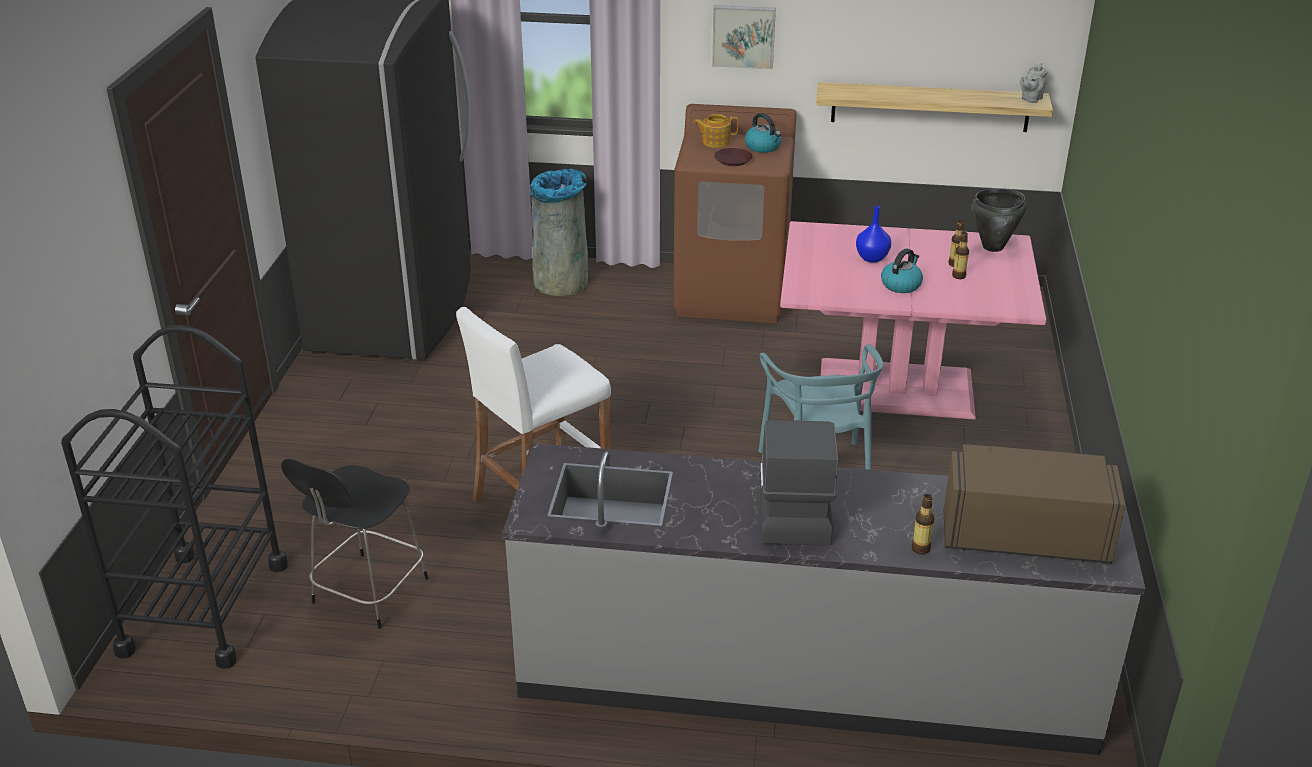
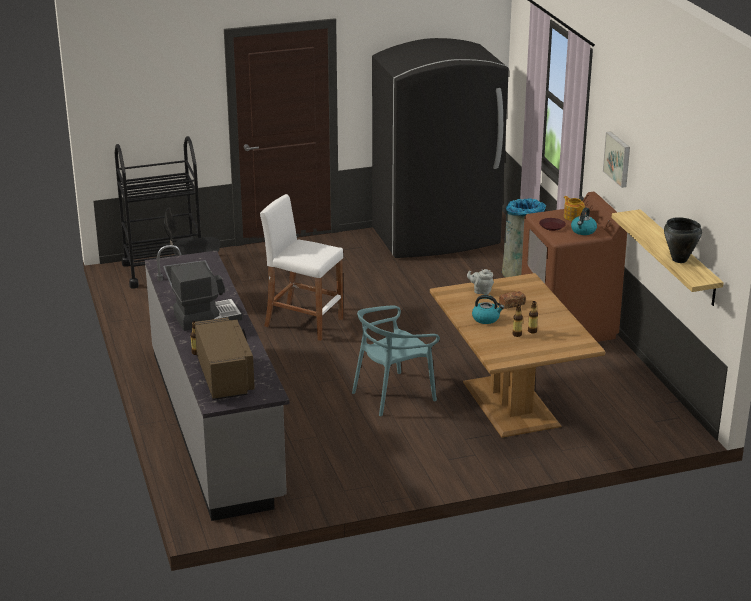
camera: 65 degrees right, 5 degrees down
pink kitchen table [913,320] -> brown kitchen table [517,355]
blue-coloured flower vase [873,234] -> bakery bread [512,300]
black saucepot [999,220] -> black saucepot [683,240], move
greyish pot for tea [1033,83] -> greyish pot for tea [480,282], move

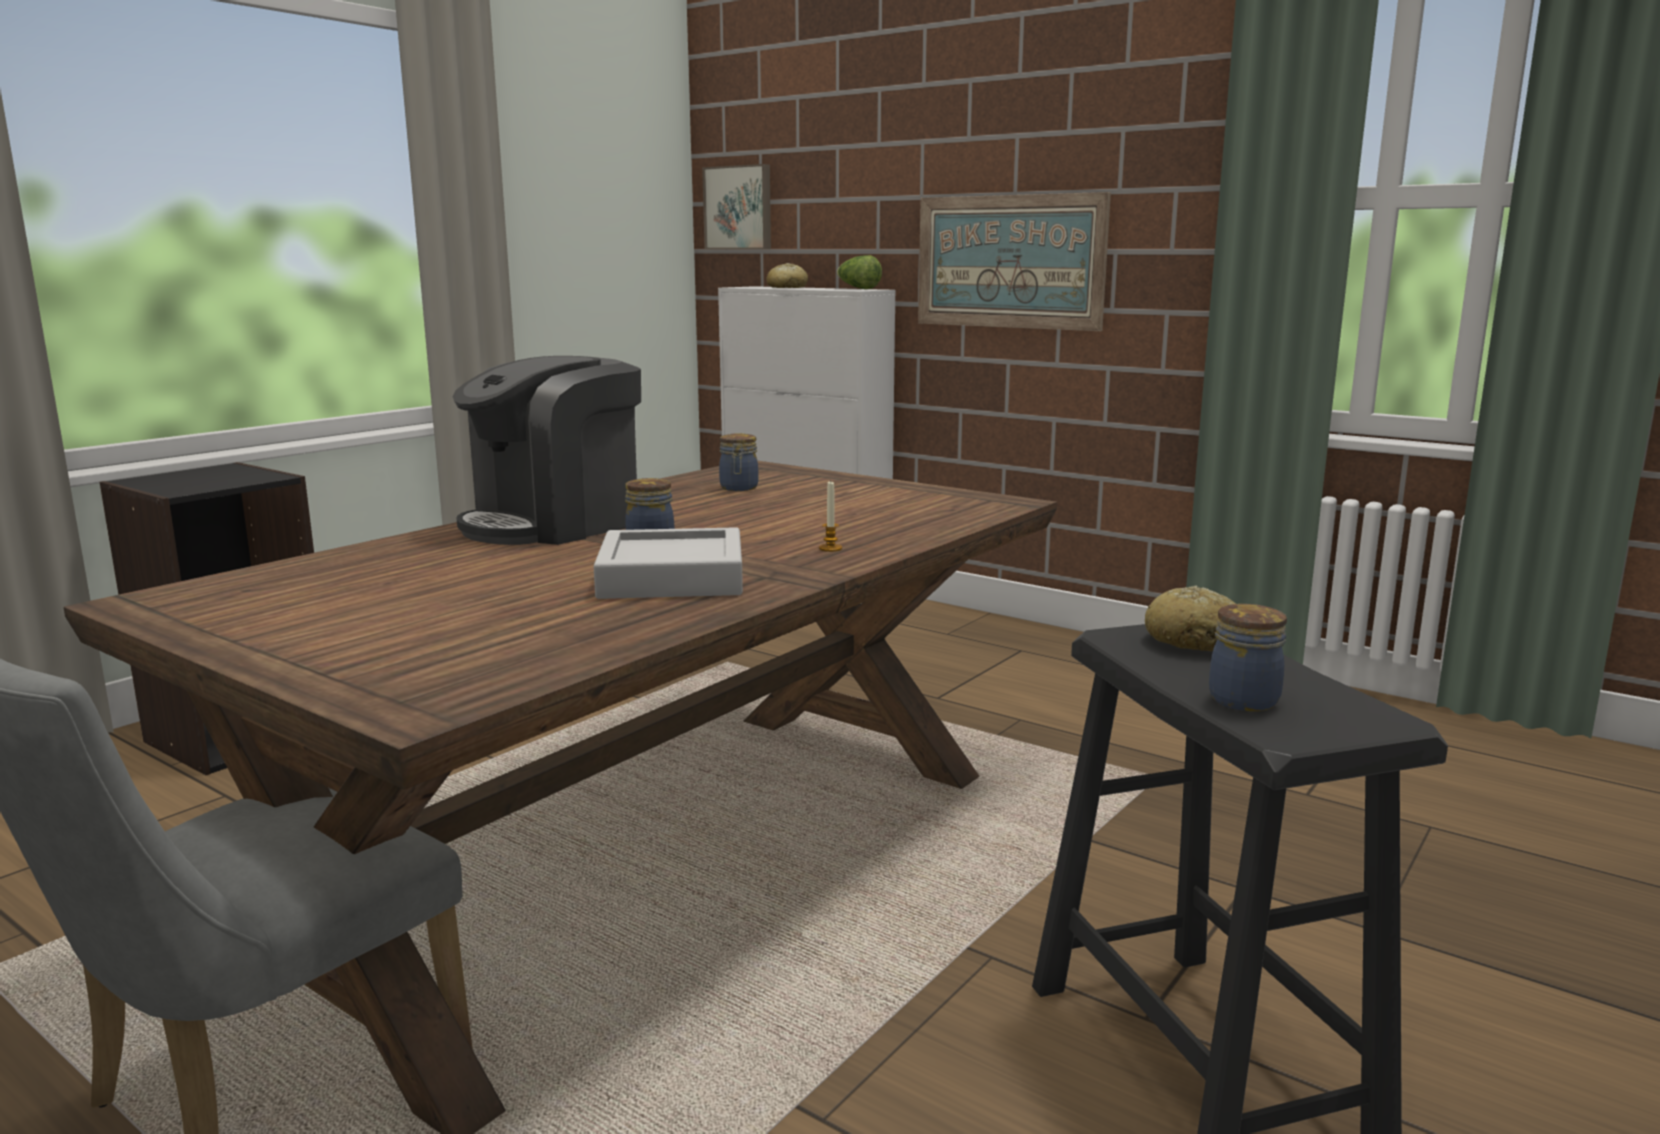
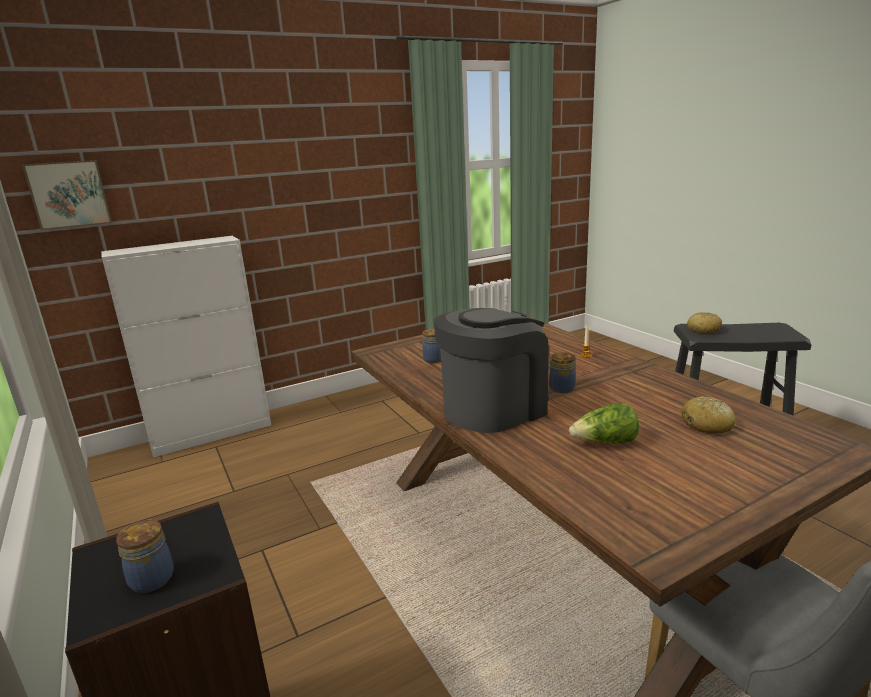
camera: 65 degrees left, 5 degrees up
coffee maker [546,450] -> coffee maker [491,370], 105 degrees counterclockwise
greyish carrying tray [668,563] -> none
bakery bread [787,275] -> bakery bread [708,414], move
lettuce [859,272] -> lettuce [604,423], move
wall art [1014,261] -> none
jar [1248,657] -> jar [145,556], move

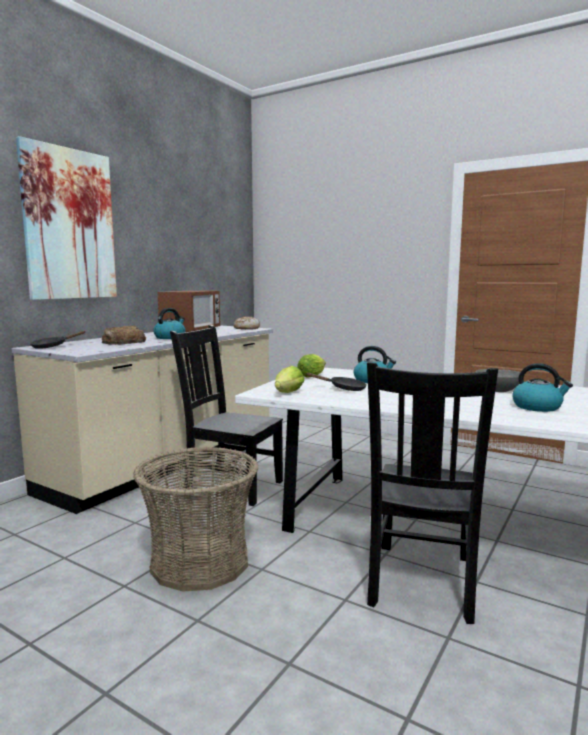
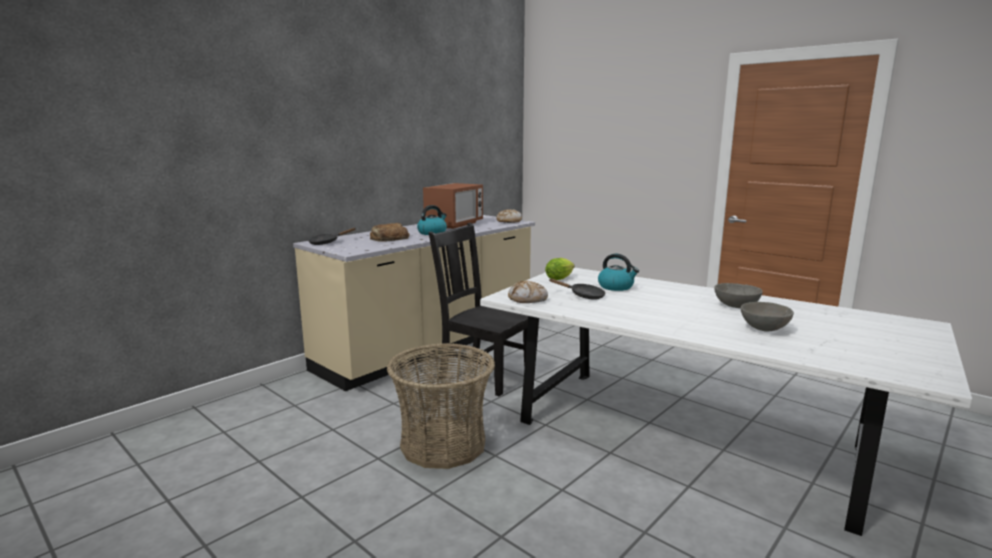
camera: 10 degrees right, 5 degrees up
wall art [66,218] -> none
lettuce [290,379] -> bakery bread [528,292]
black upright chair [432,493] -> none
water kettle [542,387] -> greyish bowl [767,317]

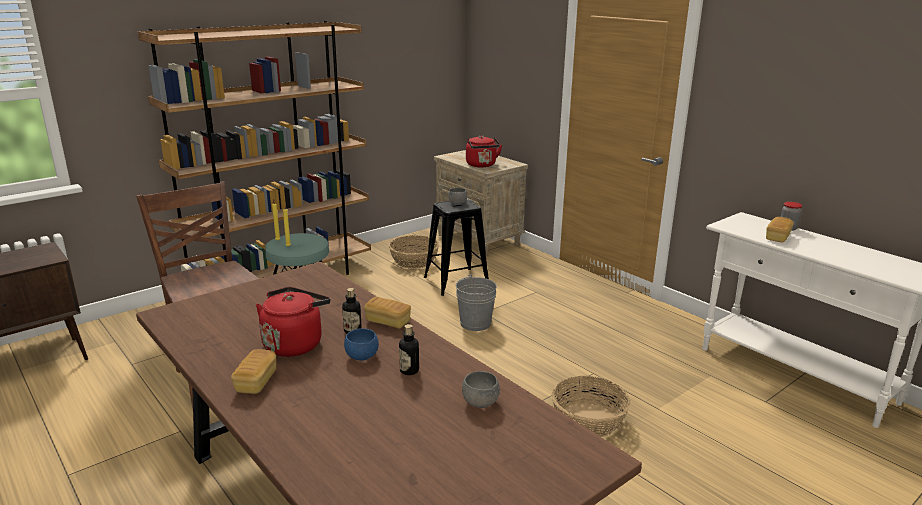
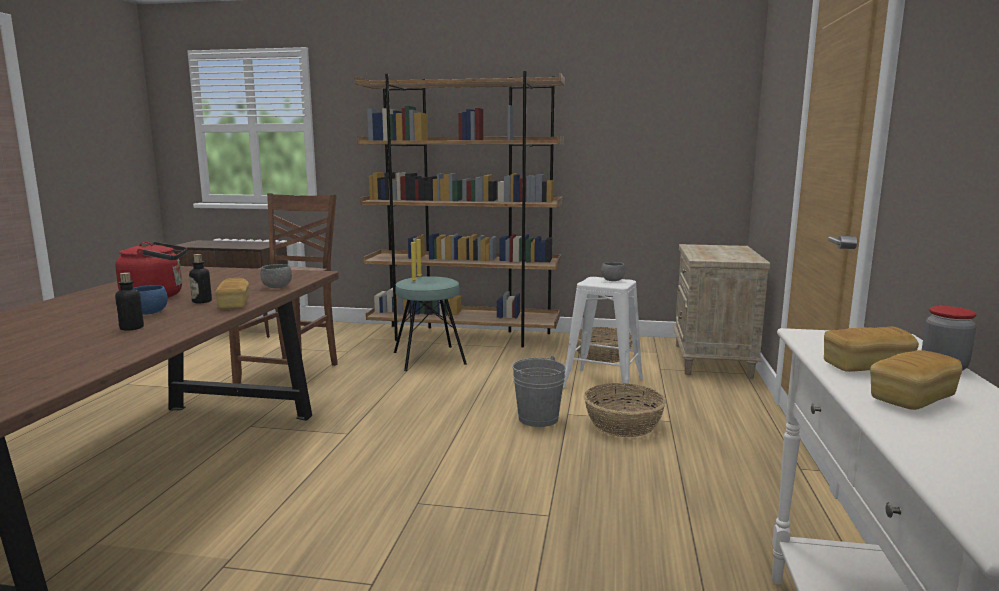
camera: 50 degrees right, 10 degrees down
bakery bread [253,371] -> bakery bread [916,380], move
black sitting stool [456,247] -> white-coloured sitting stool [603,335]
greyish bowl [481,389] -> greyish bowl [276,276], move
red water kettle [484,151] -> none
household basket [591,406] -> household basket [625,410], move

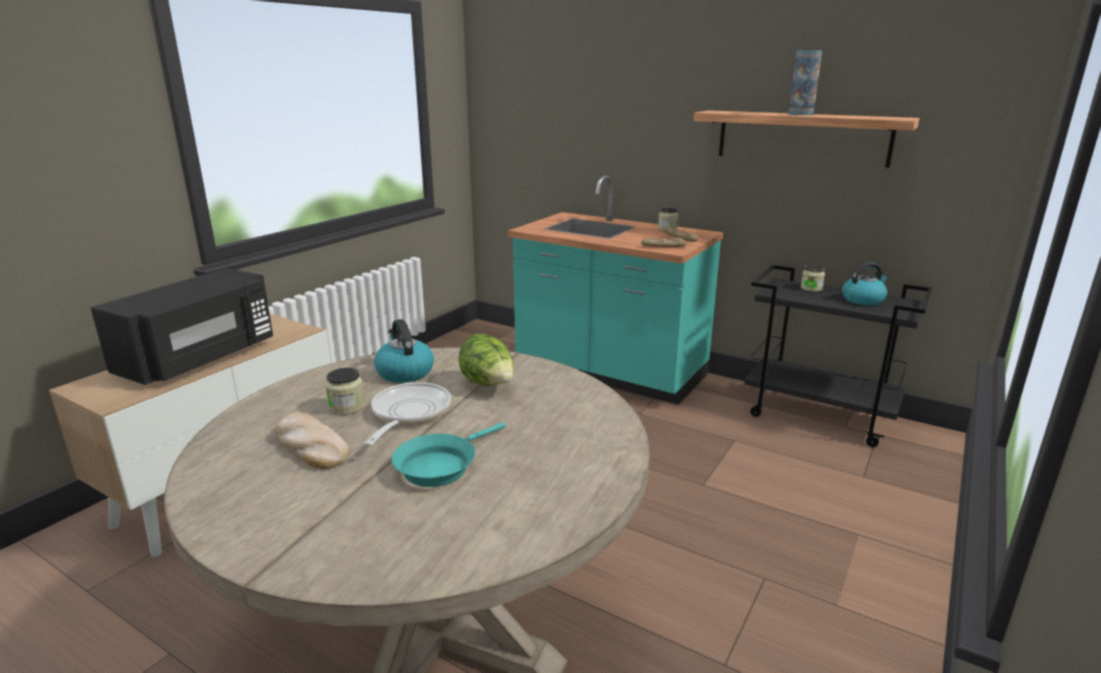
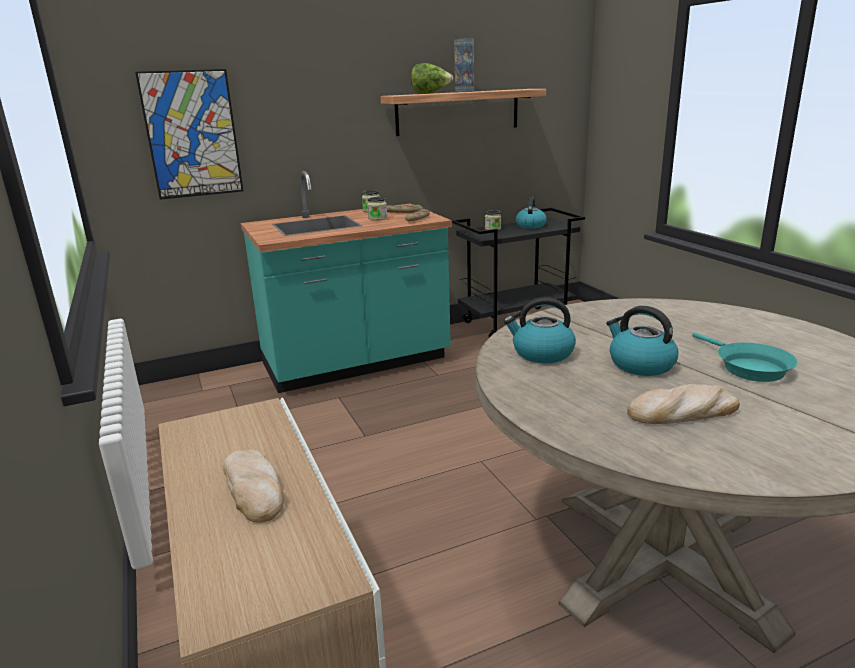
camera: 55 degrees left, 0 degrees up
black microwave oven [182,326] -> bakery bread [253,486]
jar [345,391] -> jar [377,209], move
frying pan [408,414] -> water kettle [642,341]
lettuce [486,360] -> lettuce [432,78], move
none -> wall art [189,134]

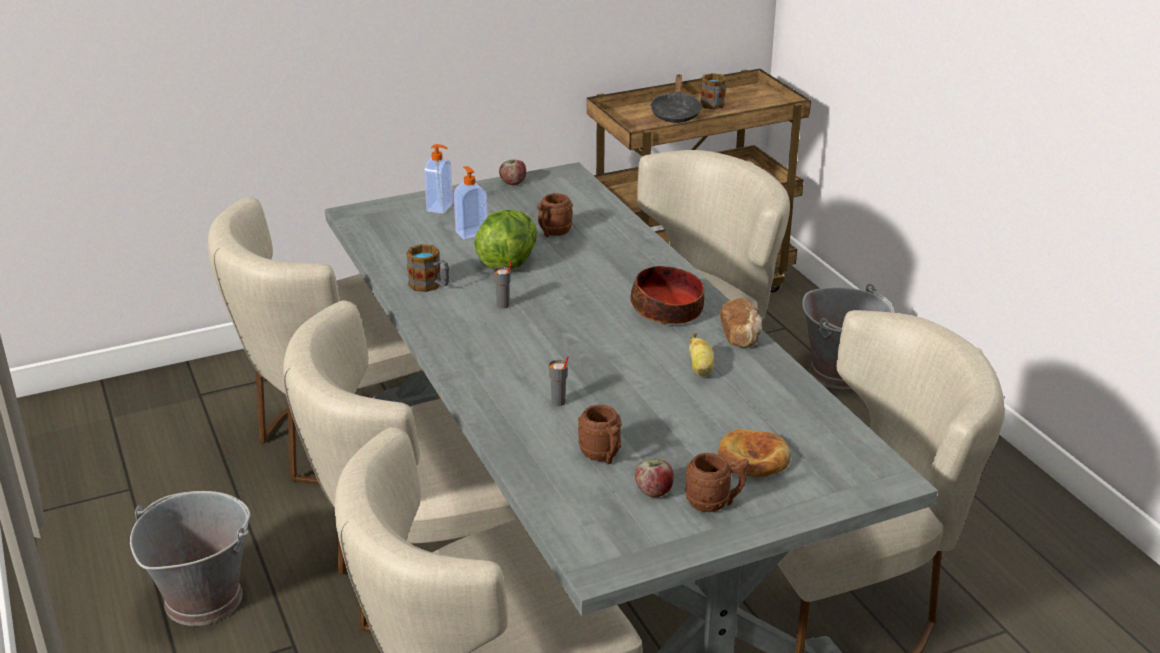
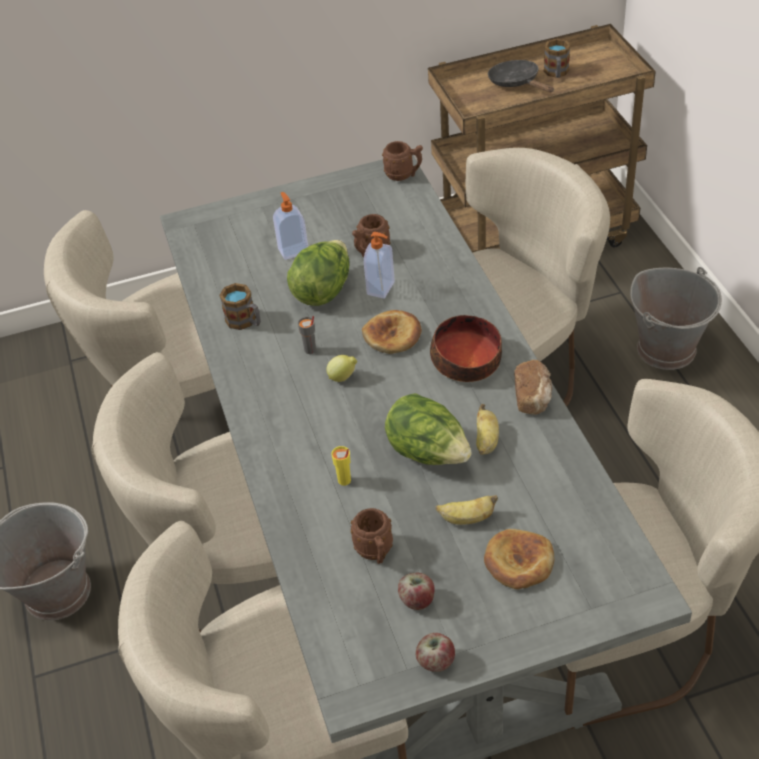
camera: 10 degrees right, 15 degrees up
liquid soap bottle [438,179] -> liquid soap bottle [379,265], move
apple [512,172] -> apple [435,652], move
greyish drinking cup [558,381] -> yellow-coloured drinking cup [341,466]
black frying pan [676,98] -> black frying pan [521,76], 135 degrees clockwise
brown mug [717,482] -> brown mug [402,161], move
none -> lemon [341,368]
none -> bakery bread [392,332]
none -> lettuce [428,429]
none -> whole banana [466,510]

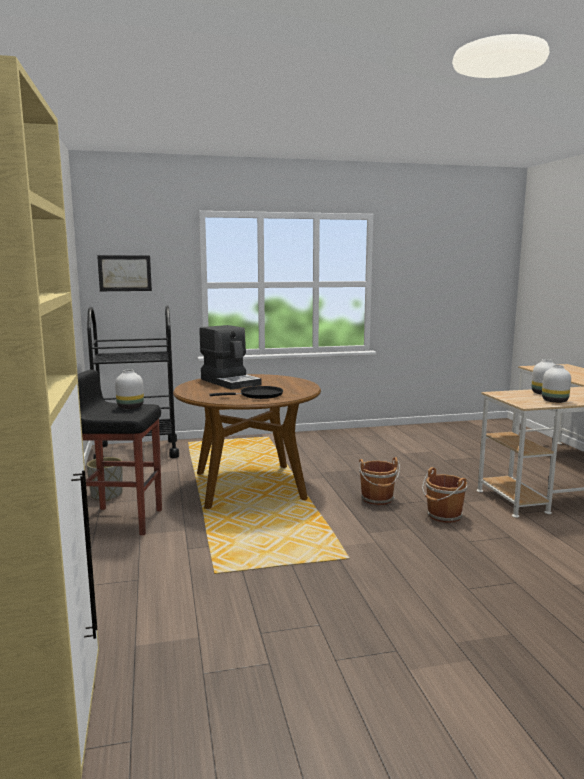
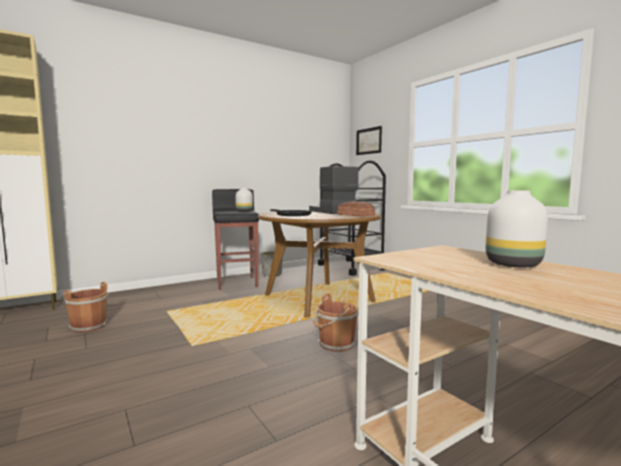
camera: 70 degrees right, 5 degrees down
coffee maker [230,357] -> coffee maker [334,190], 120 degrees clockwise
brown water bucket [444,495] -> brown water bucket [84,307], move
white-coloured flower vase [556,384] -> none
none -> bakery bread [356,209]

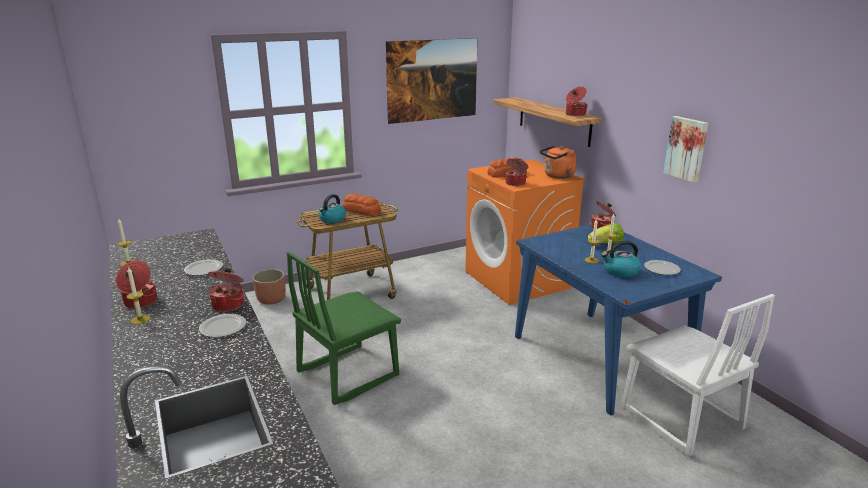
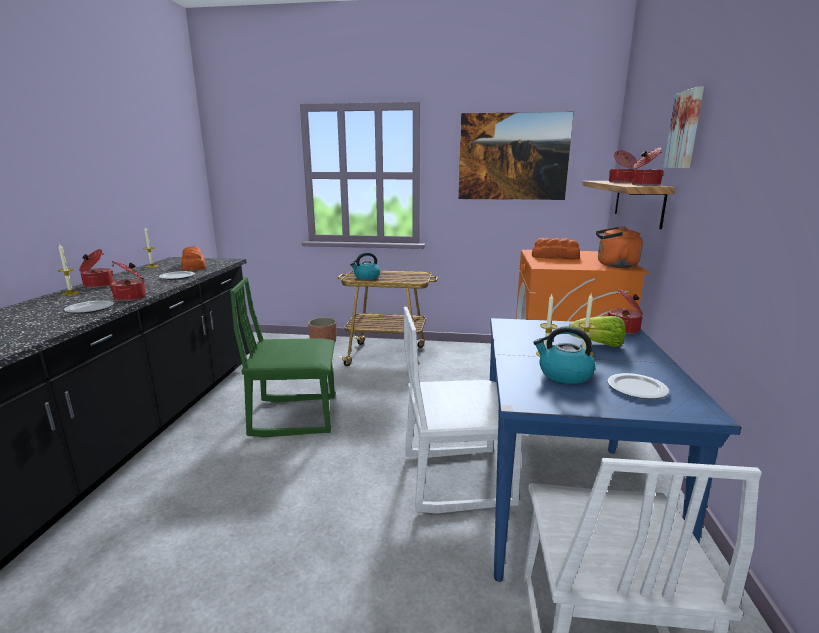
camera: 35 degrees right, 5 degrees down
bakery bread [361,204] -> bakery bread [193,258], move
saucepot [516,172] -> saucepot [623,166], move
wall art [686,149] -> wall art [683,127], move
none -> white-coloured upright chair [466,410]

